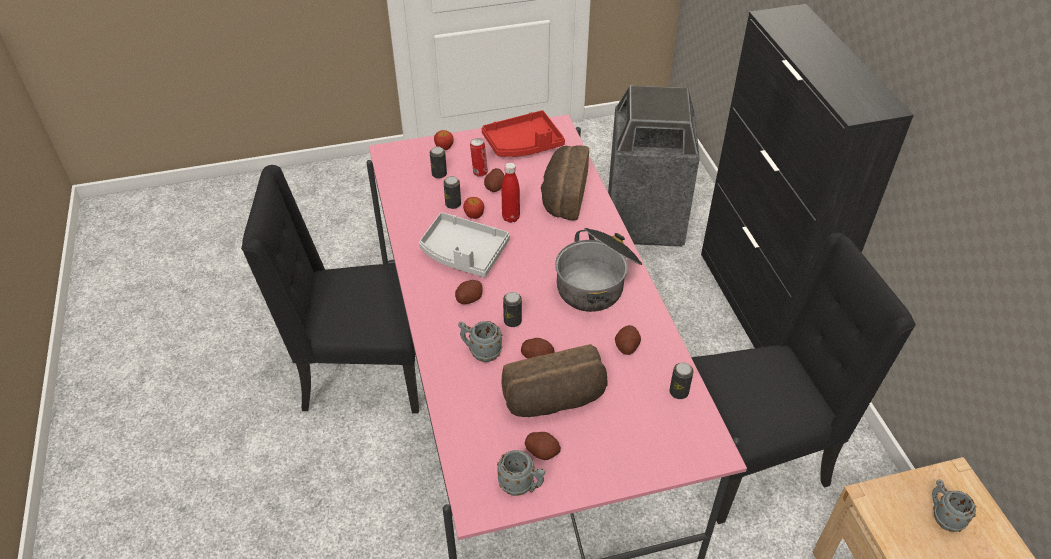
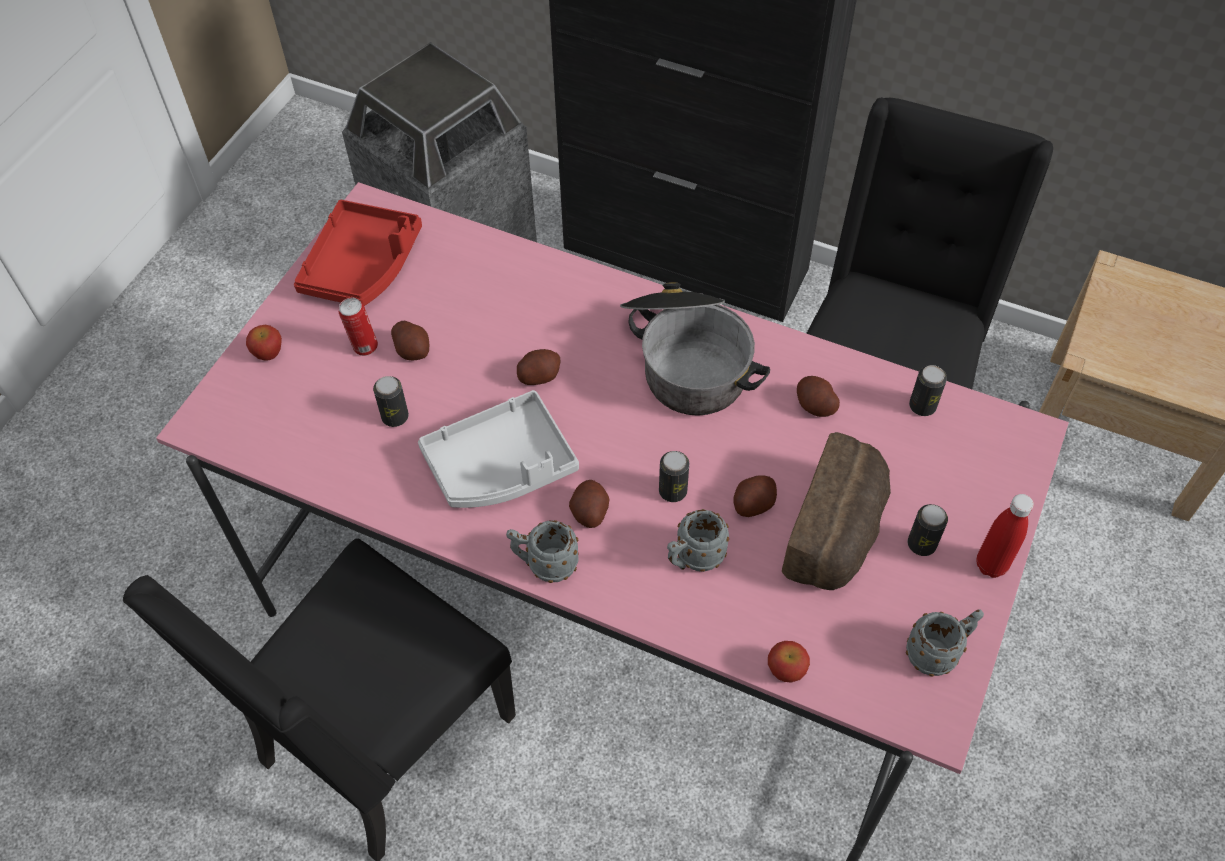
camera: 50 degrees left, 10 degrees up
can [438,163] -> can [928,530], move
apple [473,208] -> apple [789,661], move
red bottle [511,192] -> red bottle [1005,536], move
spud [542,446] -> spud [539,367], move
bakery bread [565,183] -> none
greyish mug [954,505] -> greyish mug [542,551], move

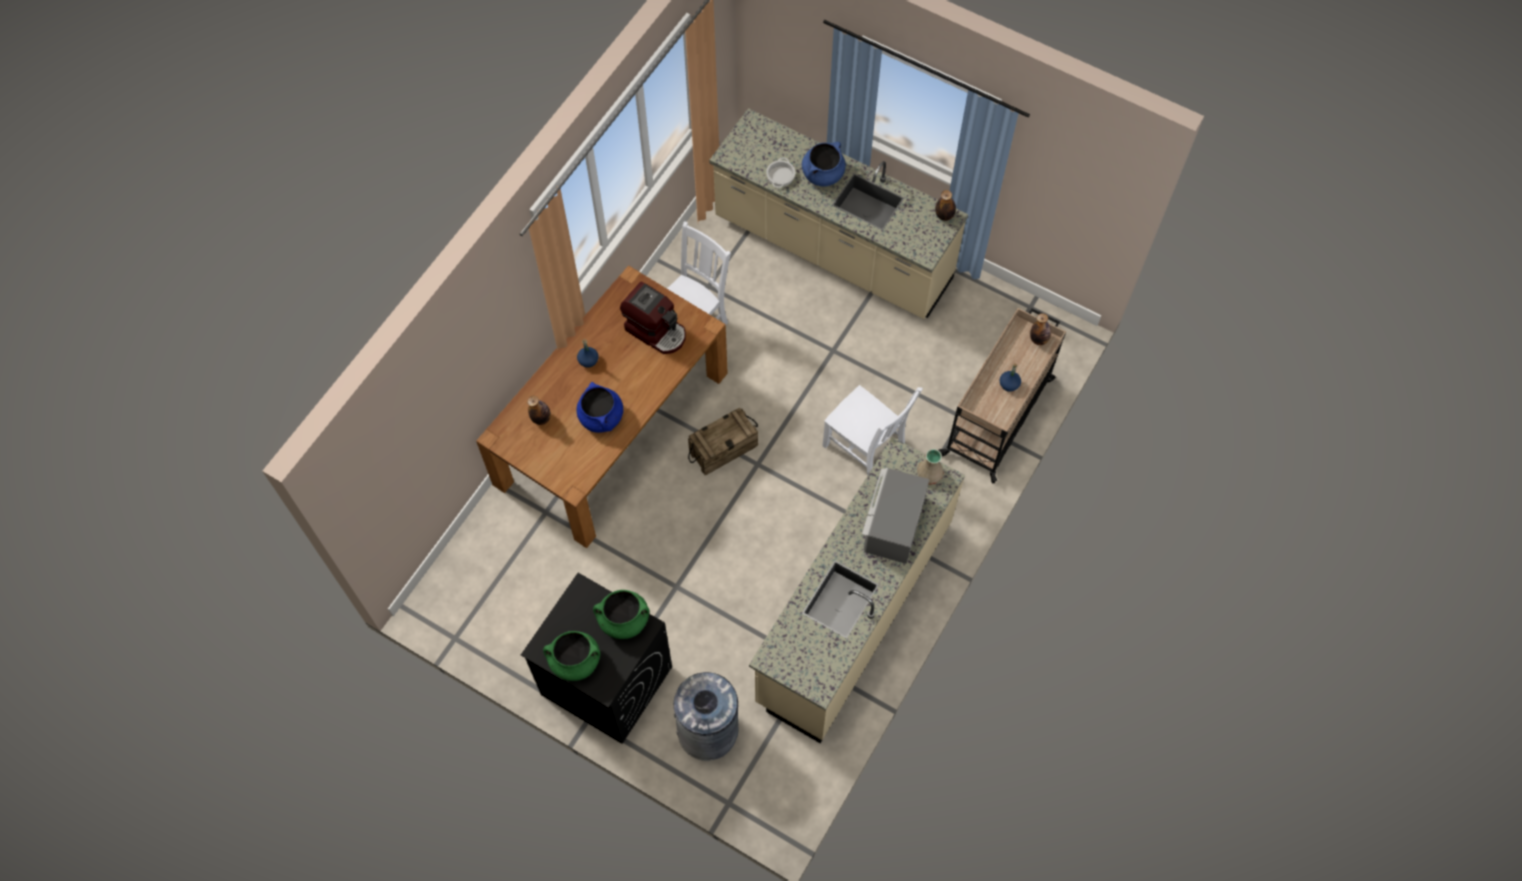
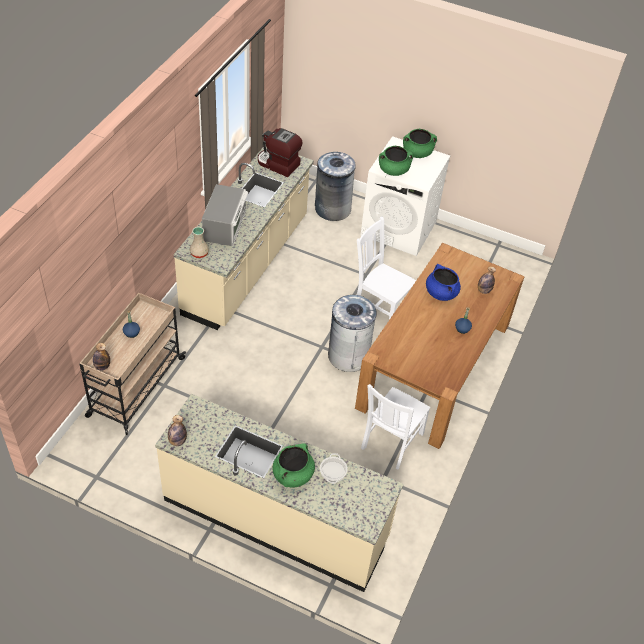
camera: 170 degrees right, 15 degrees down
black laundry machine [596,658] -> white-coloured laundry machine [405,196]
coffee maker [653,318] -> coffee maker [280,152], move
shipping crate [723,441] -> greyish trash can [352,333]
blue-coloured saucepot [824,164] -> greenish saucepot [294,465]
white-coloured upright chair [872,430] -> white-coloured upright chair [386,268], move

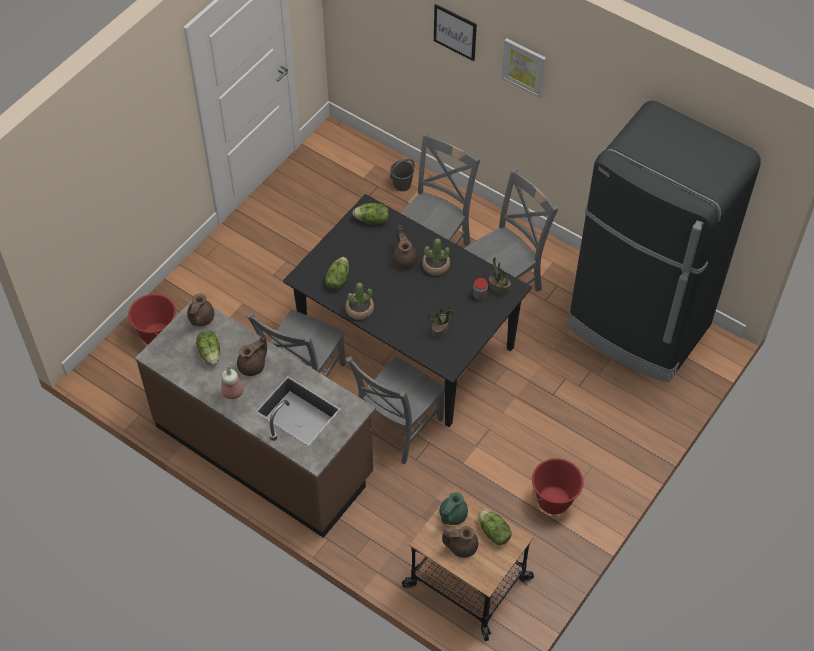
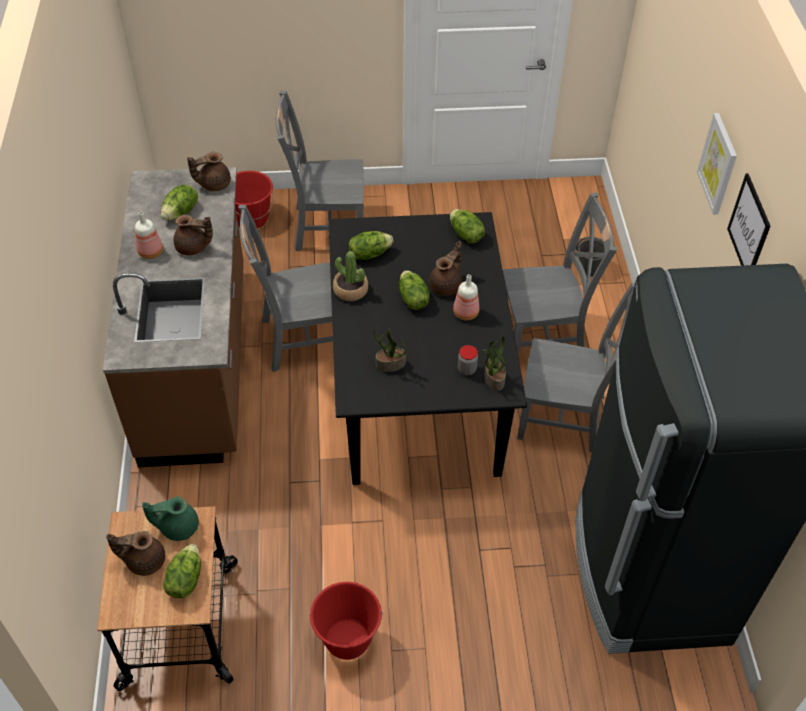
camera: 50 degrees right, 5 degrees down
greyish upright chair [395,410] -> greyish upright chair [320,171], move
plant in a pot [436,257] -> bottle [466,297]
wall art [455,32] -> wall art [748,219], move
brown pot for tea [460,542] -> brown pot for tea [135,553], 45 degrees counterclockwise
none -> lettuce [414,290]

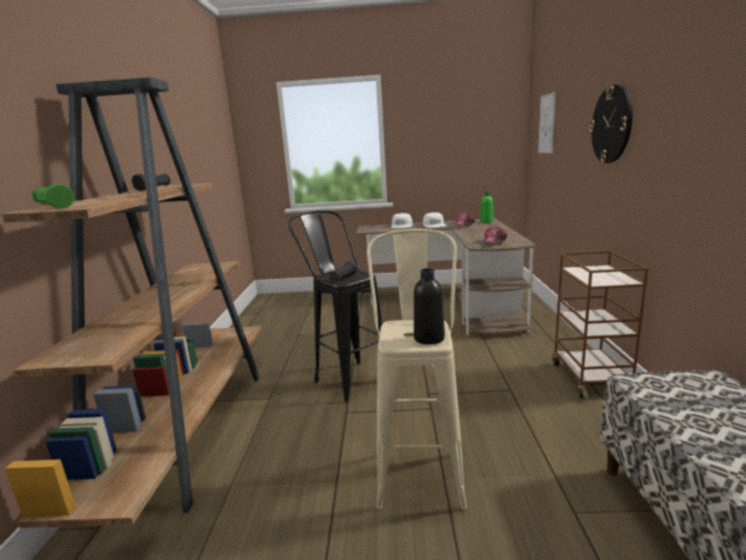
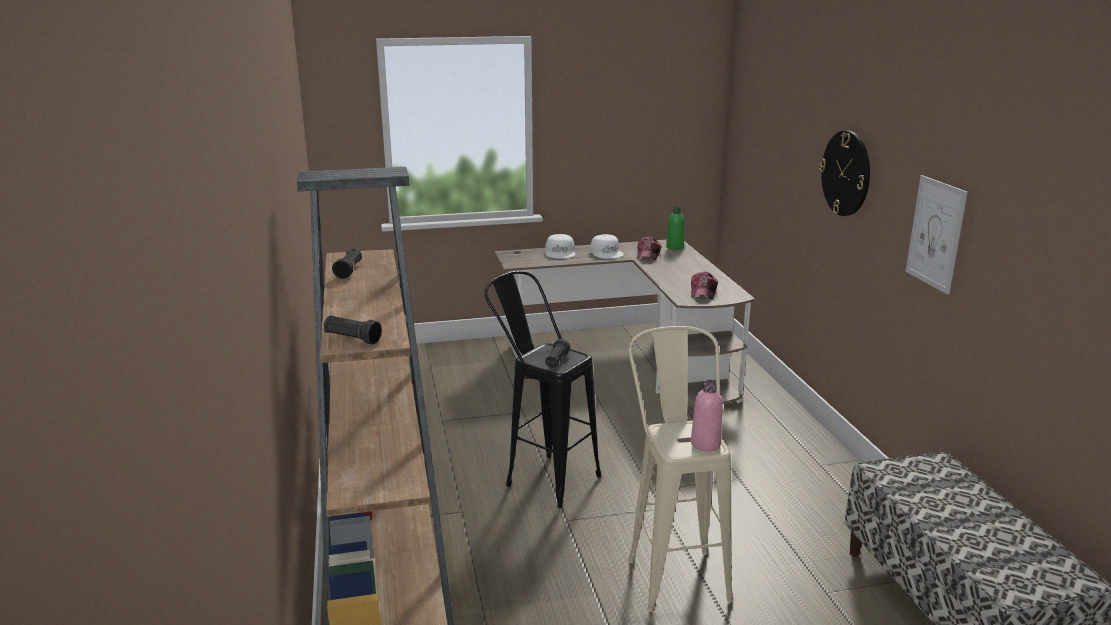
camera: 15 degrees left, 5 degrees up
greenish hand torch [52,196] -> black hand torch [352,330]
black bottle [429,306] -> pink bottle [707,415]
wall art [547,122] -> wall art [936,235], move
brown trolley [600,325] -> none

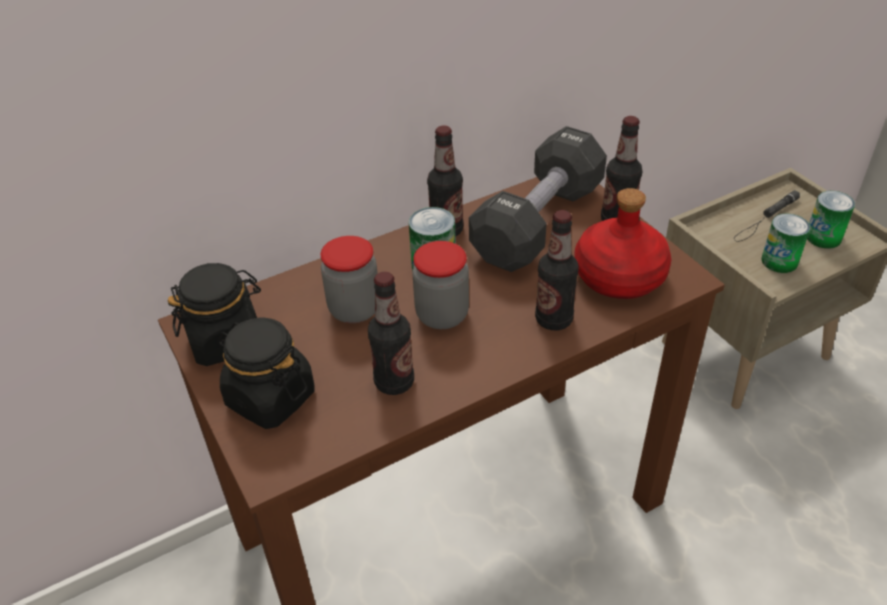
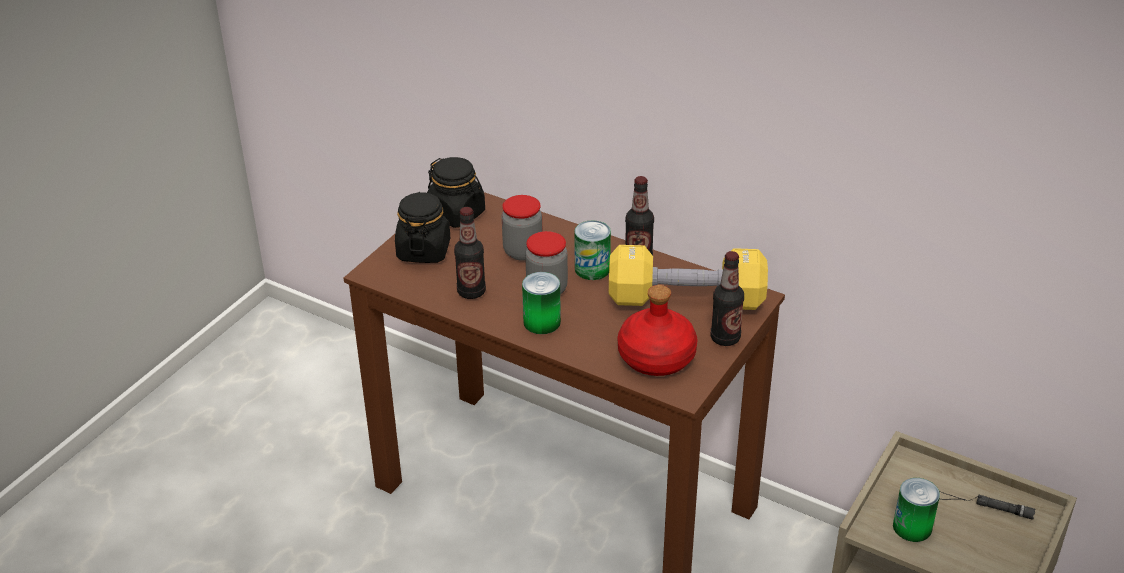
camera: 60 degrees right, 5 degrees down
black free weight [538,199] -> yellow-coloured free weight [688,277]
bottle [557,270] -> none
can [831,220] -> can [541,303], move

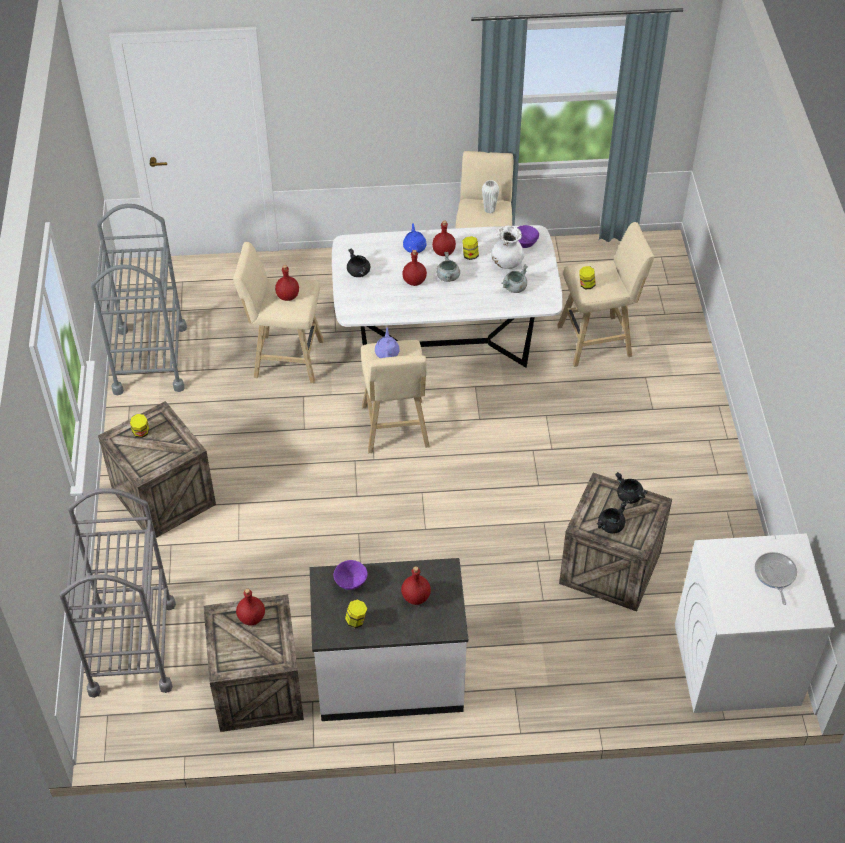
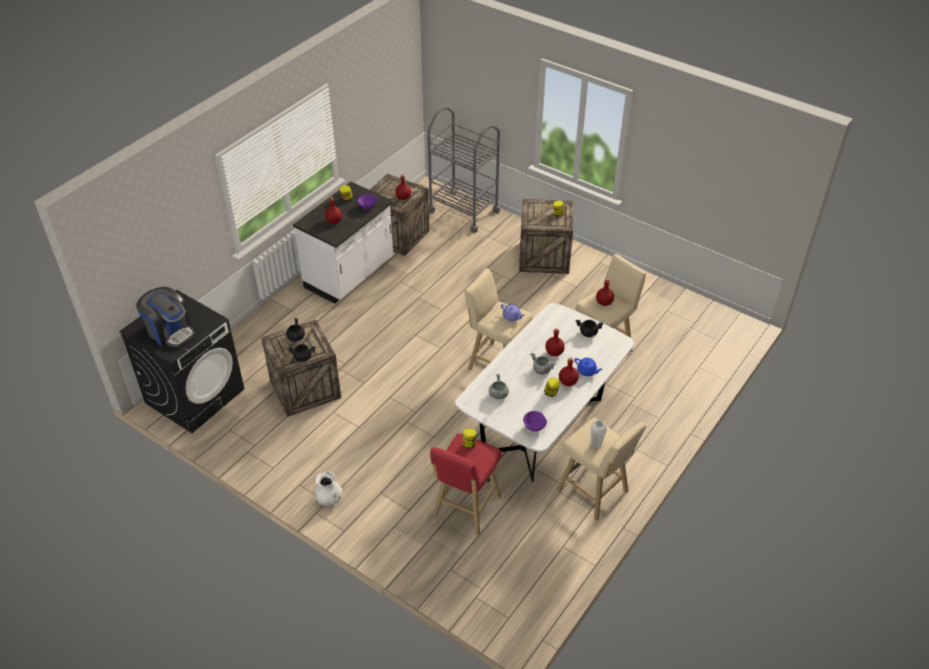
camera: 130 degrees right, 5 degrees down
greyish trolley [139,299] -> none
white-coloured flower vase [507,247] -> white-coloured flower vase [328,488], move
sand-coloured sitting stool [605,294] -> red sitting stool [466,484]
white-coloured laundry machine [755,623] -> black laundry machine [181,361]
frying pan [776,578] -> coffee maker [165,317]

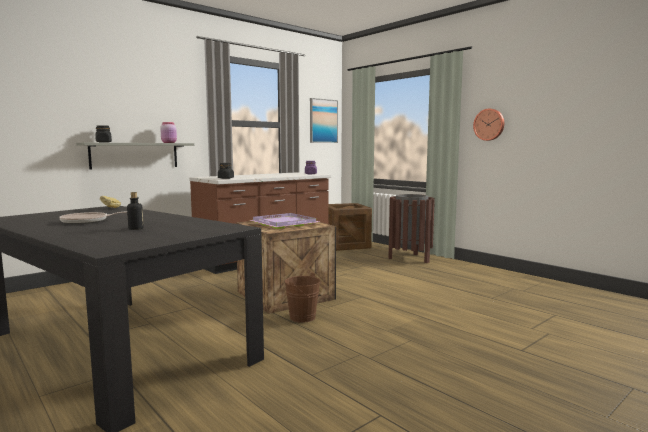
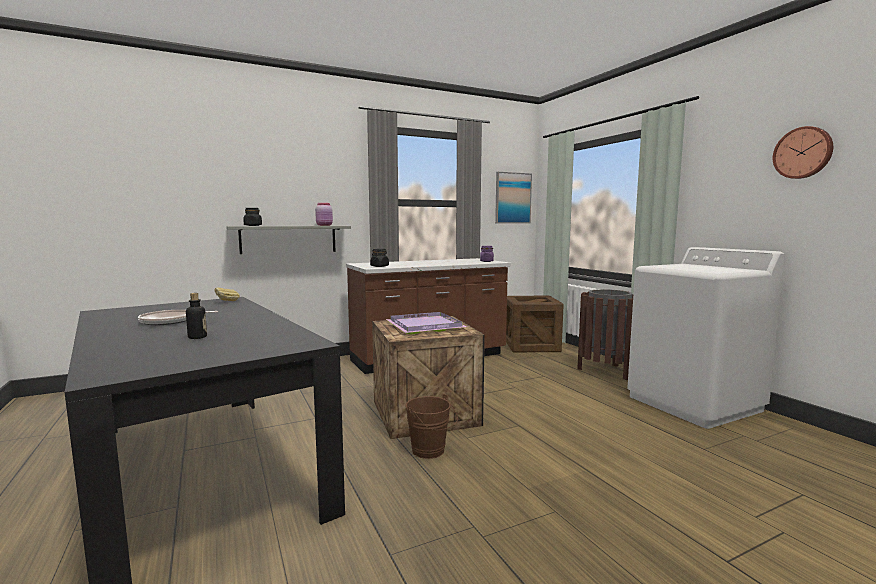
camera: 15 degrees right, 0 degrees up
clock on the wall [488,125] -> clock on the wall [803,152], move
none -> white-coloured laundry machine [706,338]

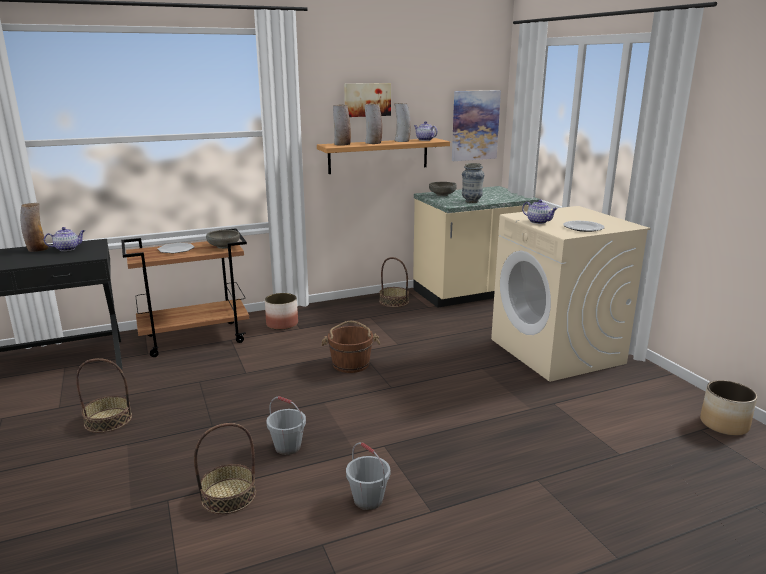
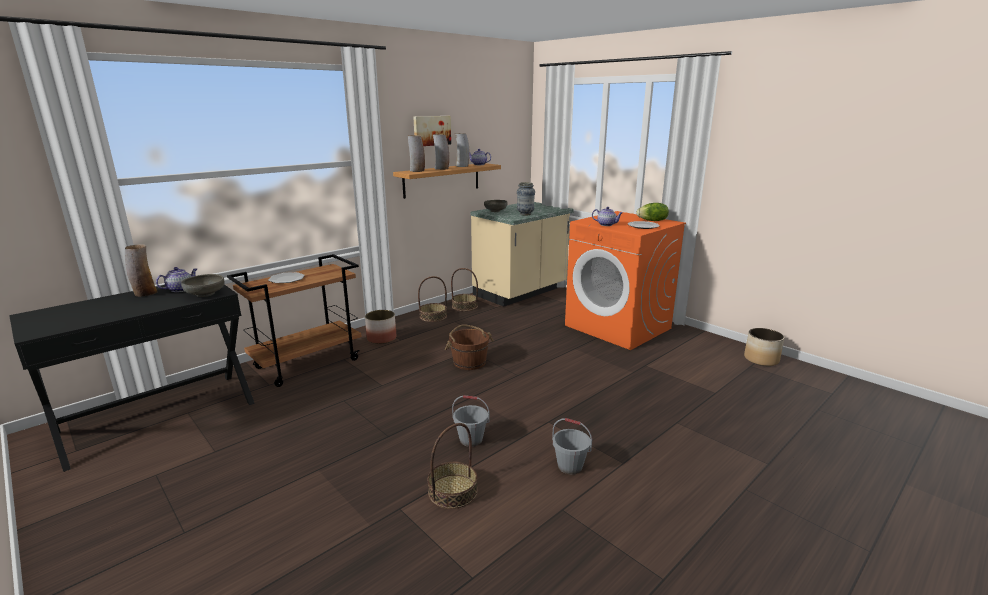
camera: 20 degrees left, 0 degrees up
household basket [104,395] -> household basket [432,299], move
greyish bowl [223,239] -> greyish bowl [203,285], move
wall art [476,125] -> none
sand-coloured laundry machine [571,294] -> orange-coloured laundry machine [625,280]
none -> lettuce [653,212]

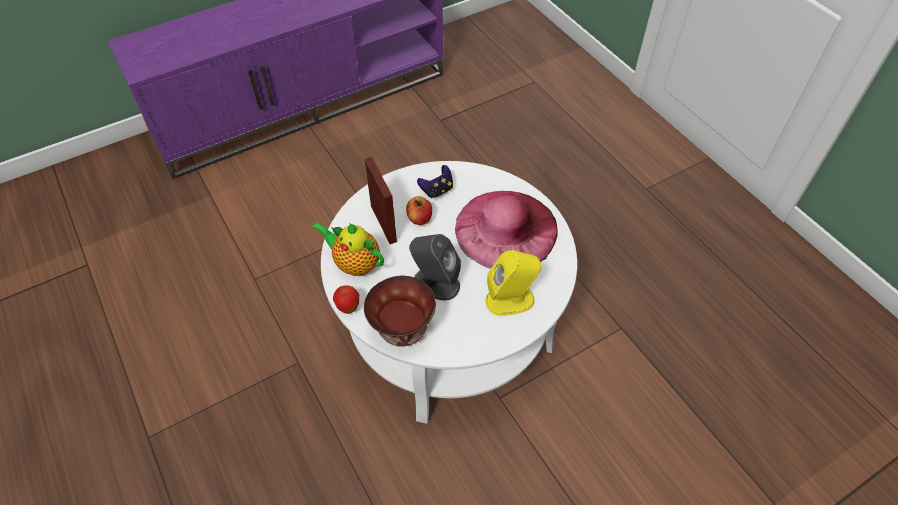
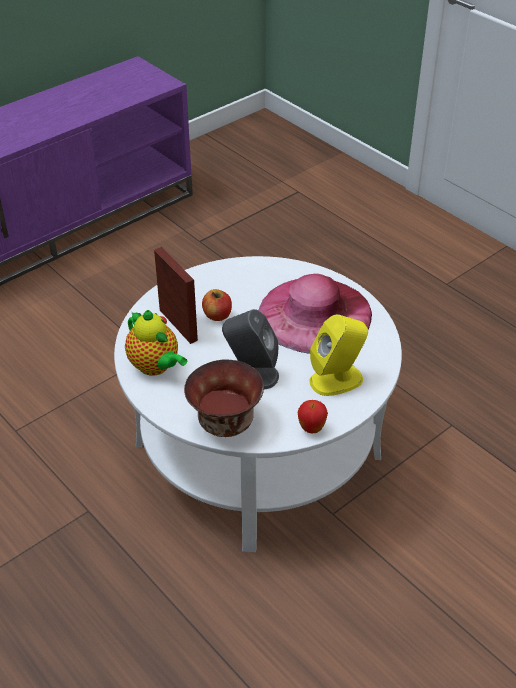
camera: 10 degrees left, 10 degrees down
pot for tea [348,249] -> pot for tea [156,343], 150 degrees counterclockwise
apple [346,299] -> apple [313,416], move
joypad [435,182] -> none

